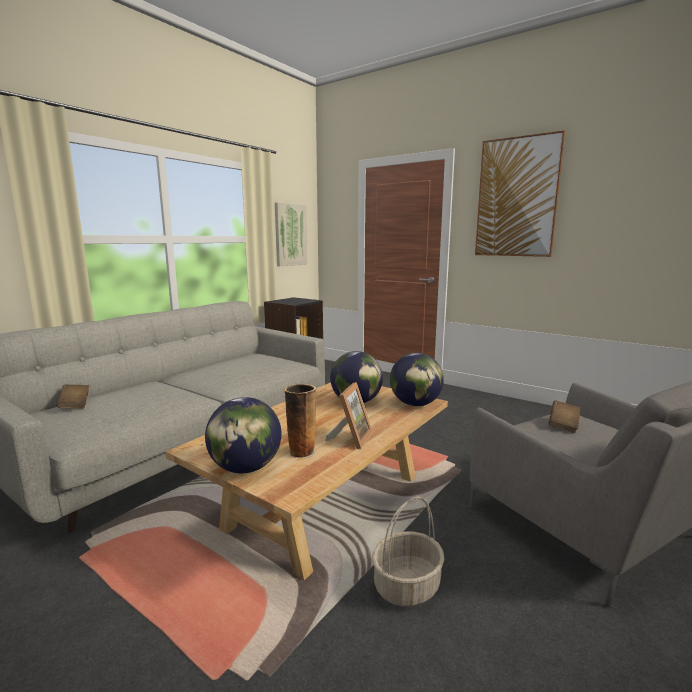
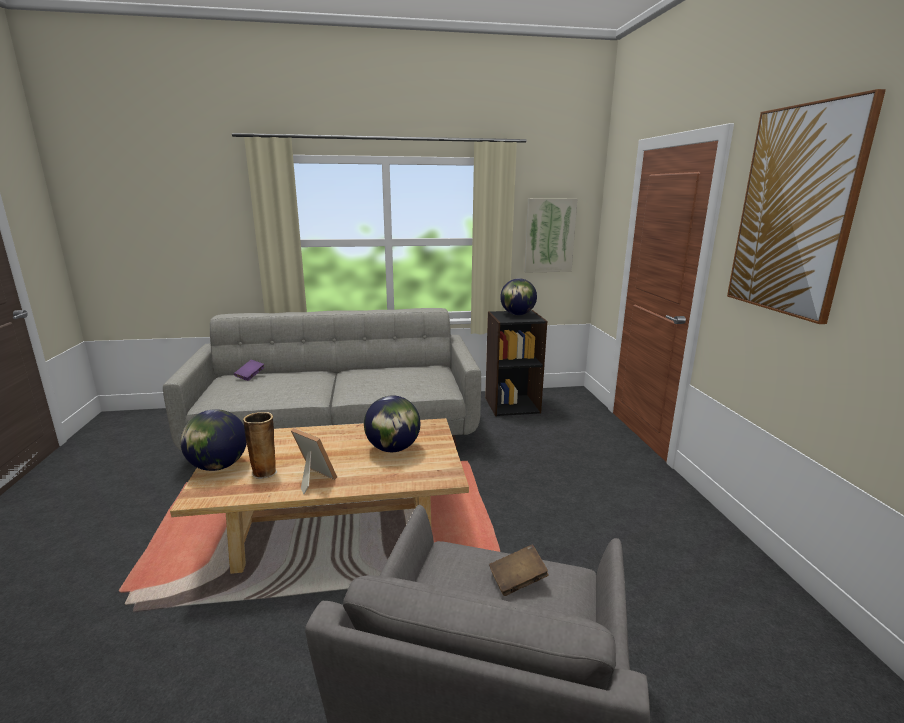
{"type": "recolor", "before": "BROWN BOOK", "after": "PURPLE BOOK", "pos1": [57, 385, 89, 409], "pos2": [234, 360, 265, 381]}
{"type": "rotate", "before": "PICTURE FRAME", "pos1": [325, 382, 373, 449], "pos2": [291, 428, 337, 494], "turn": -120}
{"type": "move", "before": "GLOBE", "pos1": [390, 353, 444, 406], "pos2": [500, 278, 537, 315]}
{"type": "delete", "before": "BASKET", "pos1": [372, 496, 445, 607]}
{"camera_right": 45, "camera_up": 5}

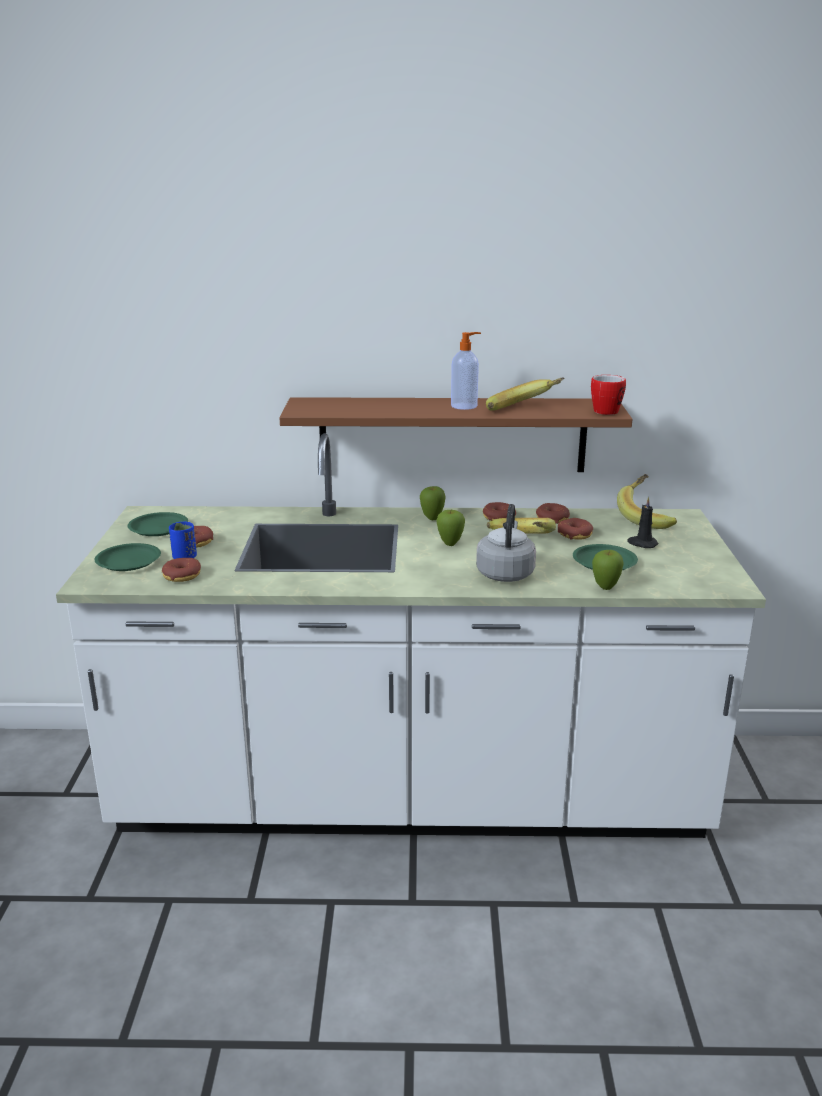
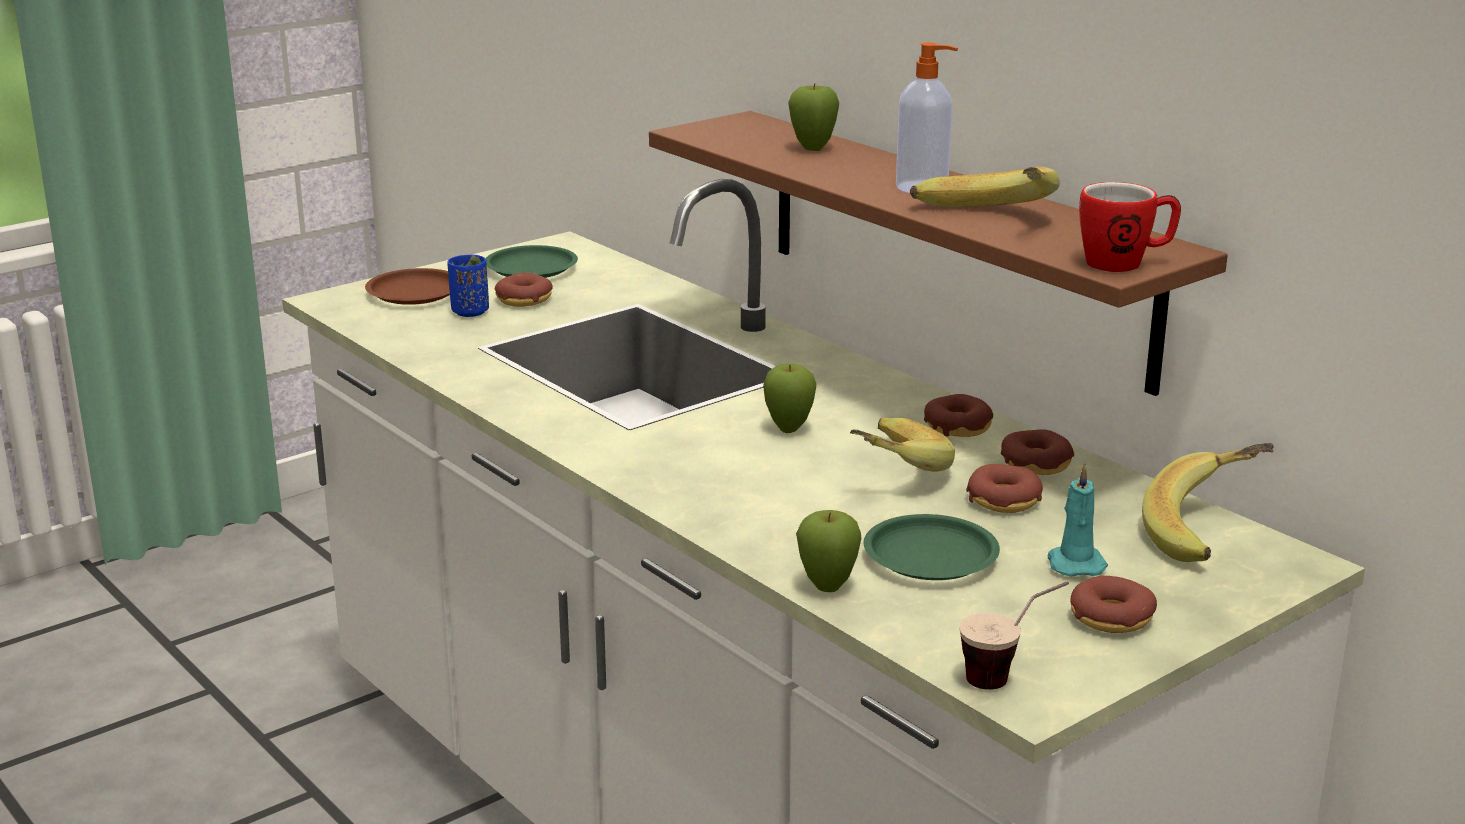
{"type": "recolor", "before": "GREEN PLATE", "after": "BROWN PLATE", "pos1": [95, 543, 161, 571], "pos2": [365, 268, 450, 305]}
{"type": "move", "before": "APPLE", "pos1": [420, 486, 446, 520], "pos2": [788, 84, 839, 151]}
{"type": "insert", "after": "CUP", "pos2": [959, 581, 1069, 690]}
{"type": "recolor", "before": "BLACK CANDLE", "after": "TURQUOISE CANDLE", "pos1": [627, 496, 659, 548], "pos2": [1048, 463, 1108, 576]}
{"type": "move", "before": "DONUT", "pos1": [162, 558, 201, 582], "pos2": [1070, 576, 1157, 633]}
{"type": "delete", "before": "GREY KETTLE", "pos1": [476, 504, 536, 582]}
{"camera_right": 50, "camera_up": 0}

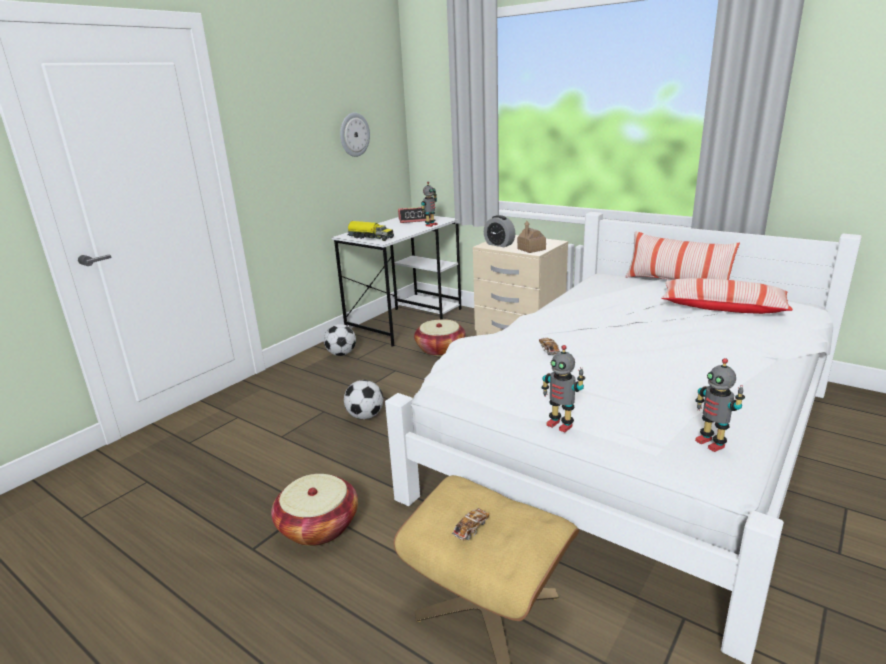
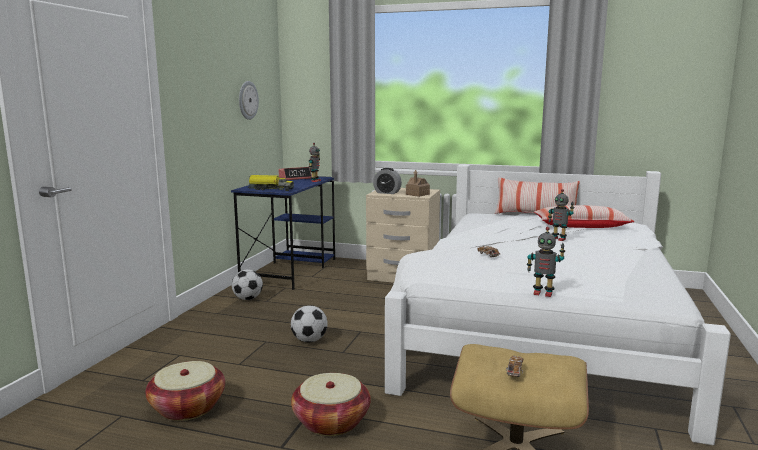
{"type": "move", "before": "BASKET", "pos1": [414, 319, 466, 356], "pos2": [146, 361, 225, 421]}
{"type": "recolor", "before": "WHITE DESK", "after": "BLUE DESK", "pos1": [331, 216, 461, 347], "pos2": [231, 176, 335, 290]}
{"type": "move", "before": "TOY ROBOT", "pos1": [695, 358, 745, 452], "pos2": [548, 189, 575, 241]}
{"camera_right": -20, "camera_up": -10}

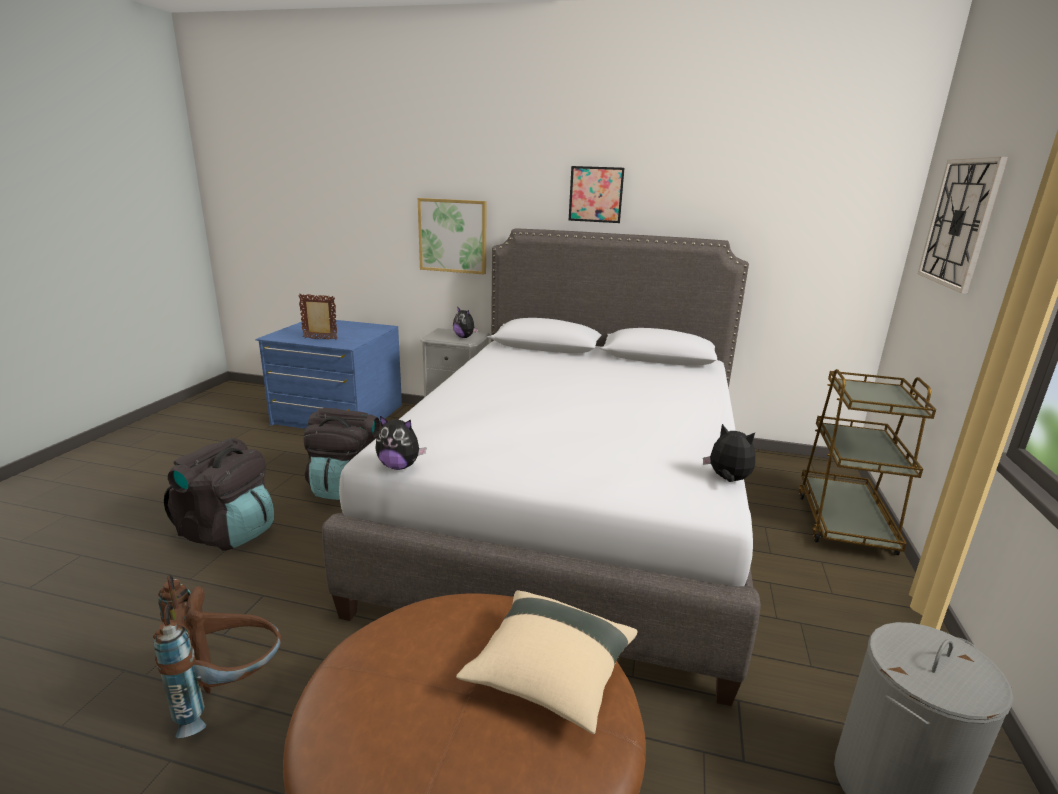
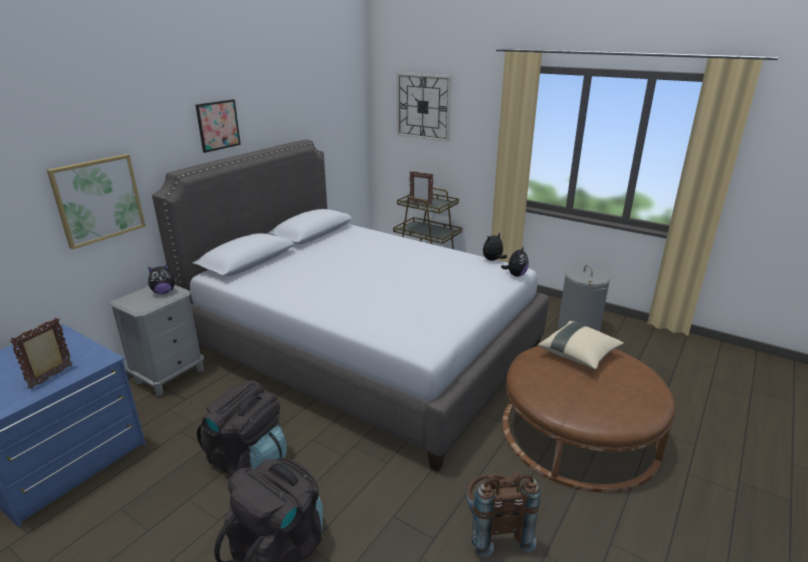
{"type": "insert", "after": "PICTURE FRAME", "pos2": [409, 171, 434, 205]}
{"type": "move", "before": "PLUSH TOY", "pos1": [375, 416, 427, 470], "pos2": [501, 246, 529, 277]}
{"camera_right": -70, "camera_up": 5}

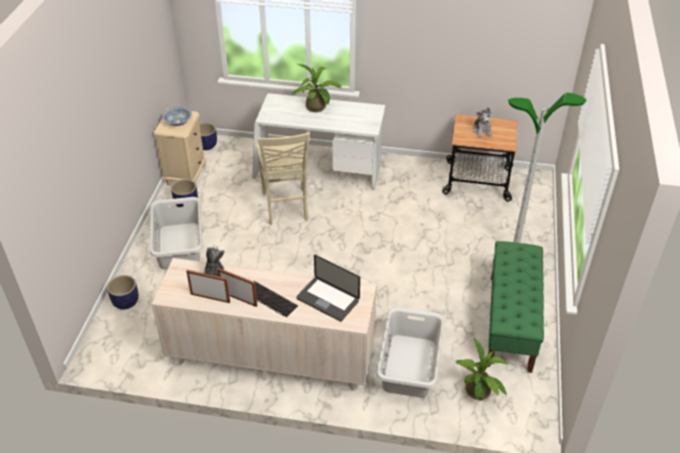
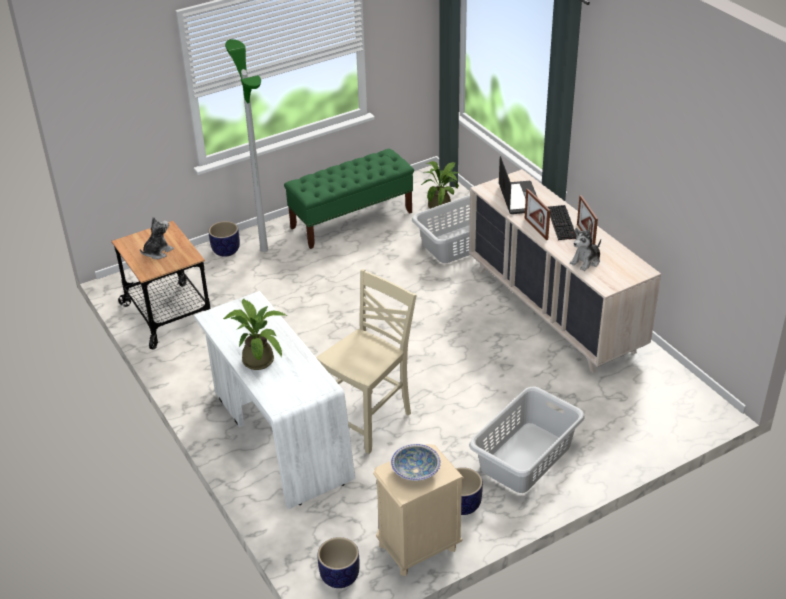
{"type": "move", "before": "PLANTER", "pos1": [107, 275, 139, 309], "pos2": [208, 221, 240, 257]}
{"type": "move", "before": "PICTURE FRAME", "pos1": [186, 270, 230, 303], "pos2": [525, 189, 550, 240]}
{"camera_right": -130, "camera_up": -5}

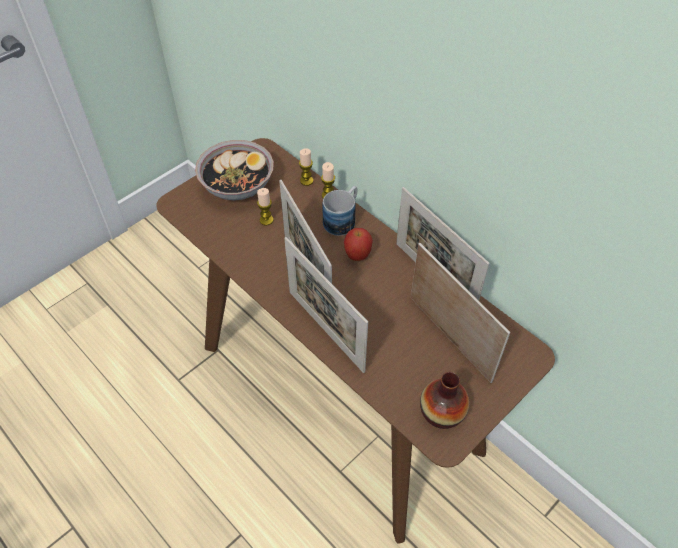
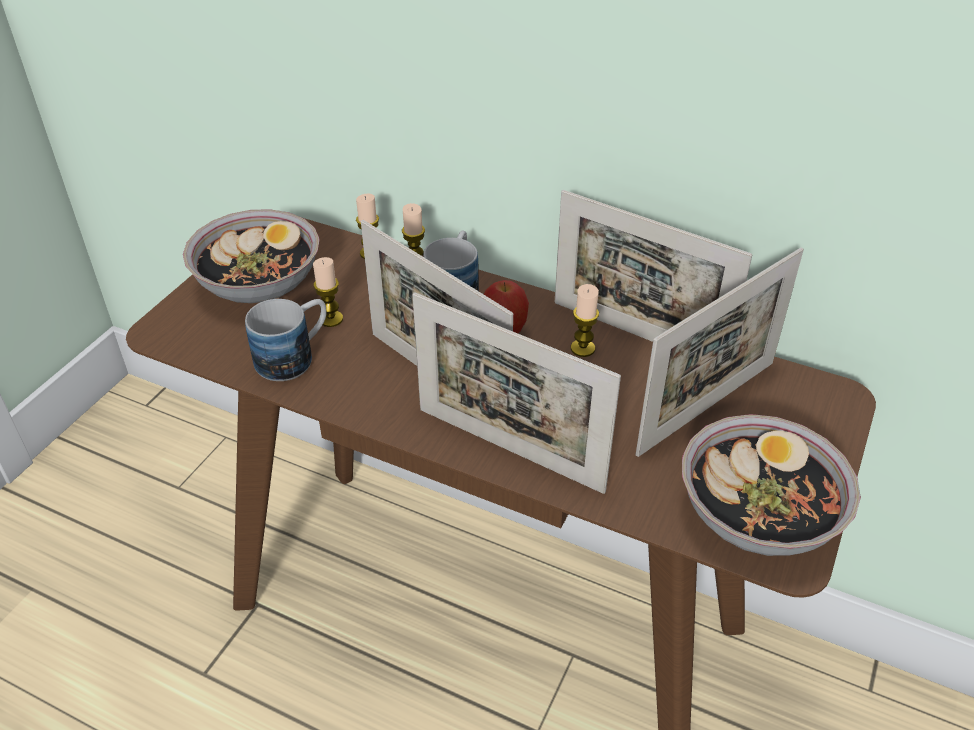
{"type": "insert", "after": "MUG", "pos2": [245, 299, 327, 381]}
{"type": "insert", "after": "CANDLE", "pos2": [571, 284, 599, 357]}
{"type": "rotate", "before": "PICTURE FRAME", "pos1": [411, 243, 510, 383], "pos2": [636, 248, 804, 457], "turn": 105}
{"type": "replace", "before": "VASE", "after": "BOWL", "pos1": [420, 372, 469, 429], "pos2": [682, 414, 861, 556]}
{"camera_right": -20, "camera_up": -10}

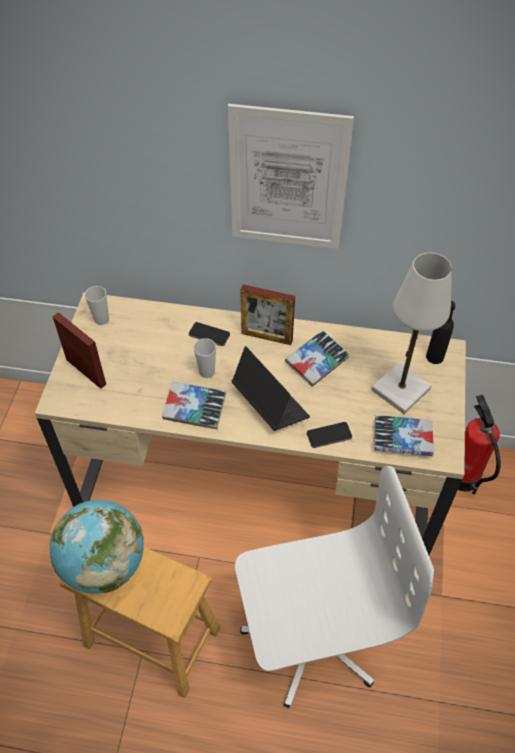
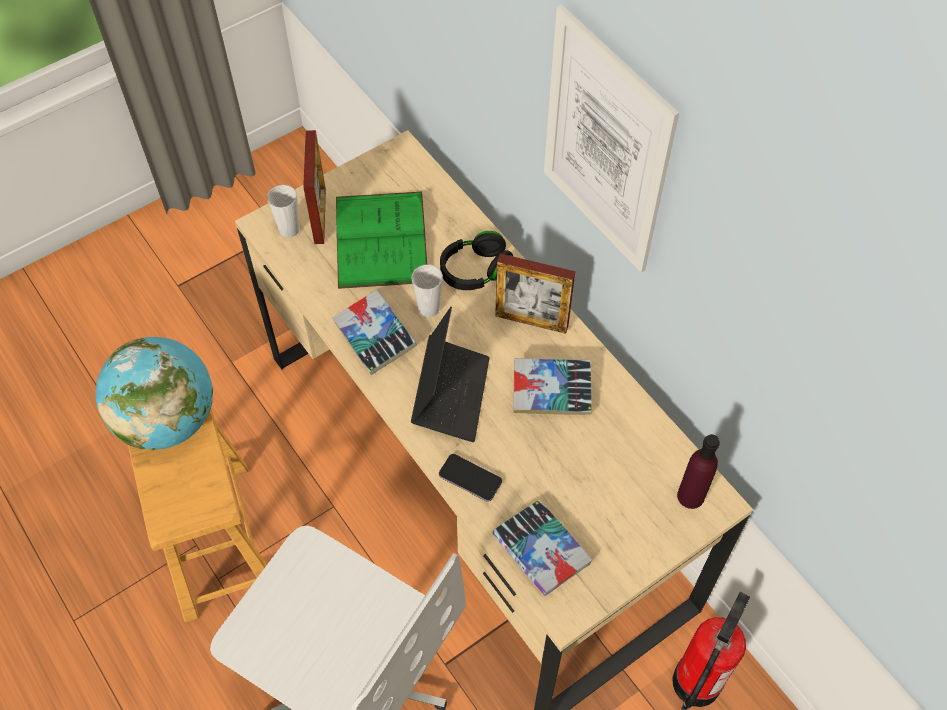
{"type": "move", "before": "CUP", "pos1": [85, 286, 109, 325], "pos2": [267, 185, 300, 238]}
{"type": "insert", "after": "GREEN BOOK", "pos2": [336, 192, 427, 289]}
{"type": "replace", "before": "PHONE", "after": "BLACK HEADPHONES", "pos1": [189, 322, 230, 346], "pos2": [440, 231, 513, 290]}
{"type": "rotate", "before": "PICTURE FRAME", "pos1": [241, 285, 295, 345], "pos2": [495, 254, 576, 334], "turn": -45}
{"type": "recolor", "before": "BLACK BOTTLE", "after": "PURPLE BOTTLE", "pos1": [426, 301, 456, 364], "pos2": [677, 434, 720, 509]}
{"type": "delete", "before": "WHITE TABLE LAMP", "pos1": [371, 253, 452, 414]}
{"camera_right": 45, "camera_up": 5}

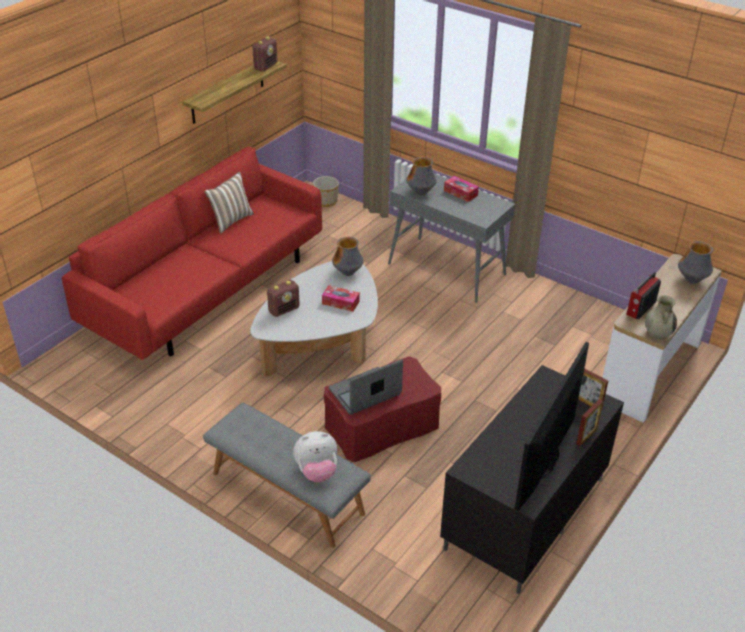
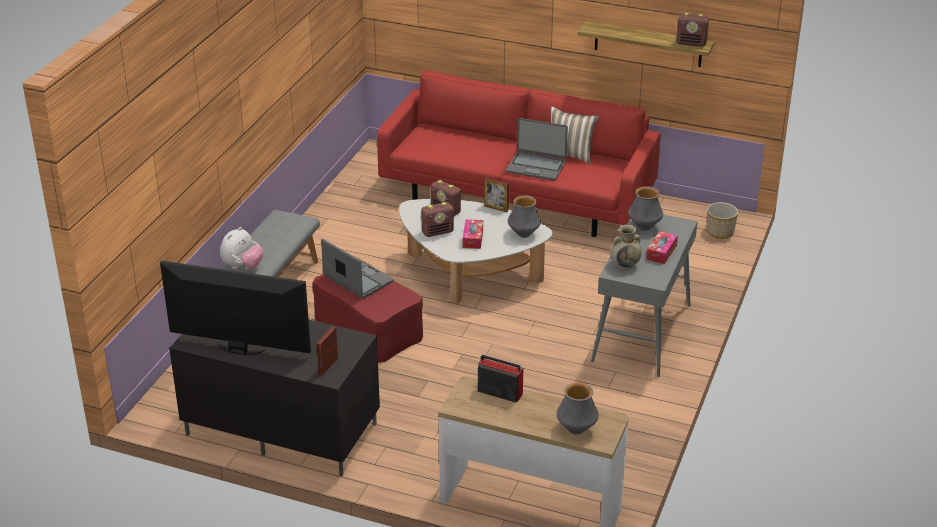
{"type": "rotate", "before": "PLUSH TOY", "pos1": [293, 431, 337, 483], "pos2": [220, 227, 264, 269], "turn": -120}
{"type": "insert", "after": "RADIO", "pos2": [421, 202, 454, 237]}
{"type": "move", "before": "PICTURE FRAME", "pos1": [576, 399, 603, 446], "pos2": [484, 178, 509, 212]}
{"type": "insert", "after": "LAPTOP", "pos2": [506, 118, 568, 181]}
{"type": "move", "before": "BEIGE VASE", "pos1": [645, 296, 677, 340], "pos2": [610, 225, 642, 270]}
{"camera_right": 75, "camera_up": -5}

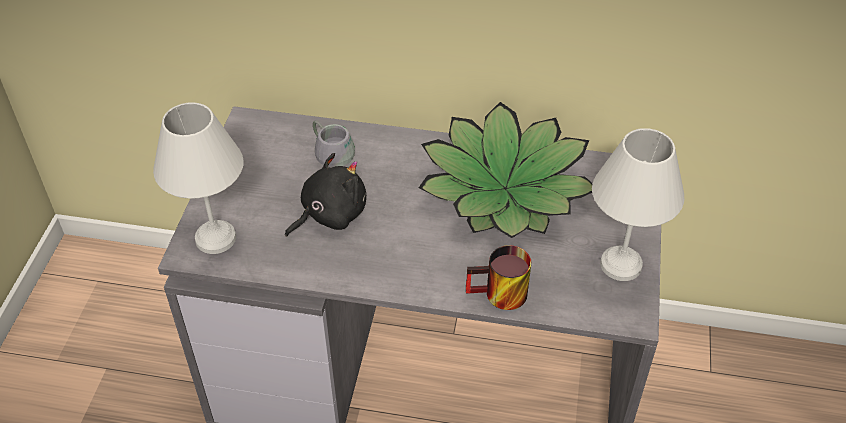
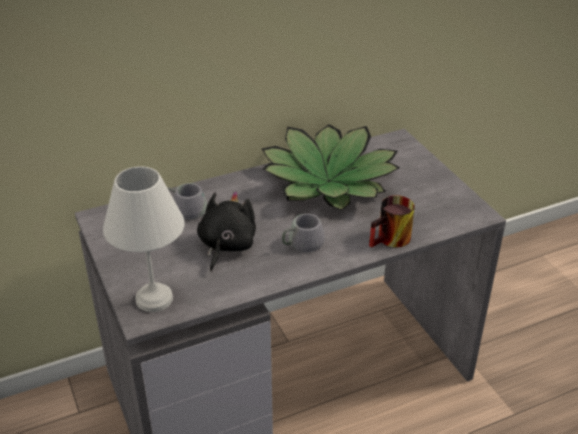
{"type": "insert", "after": "GREY MUG", "pos2": [279, 214, 325, 252]}
{"type": "delete", "before": "WHITE TABLE LAMP", "pos1": [592, 128, 684, 281]}
{"camera_right": -35, "camera_up": -10}

